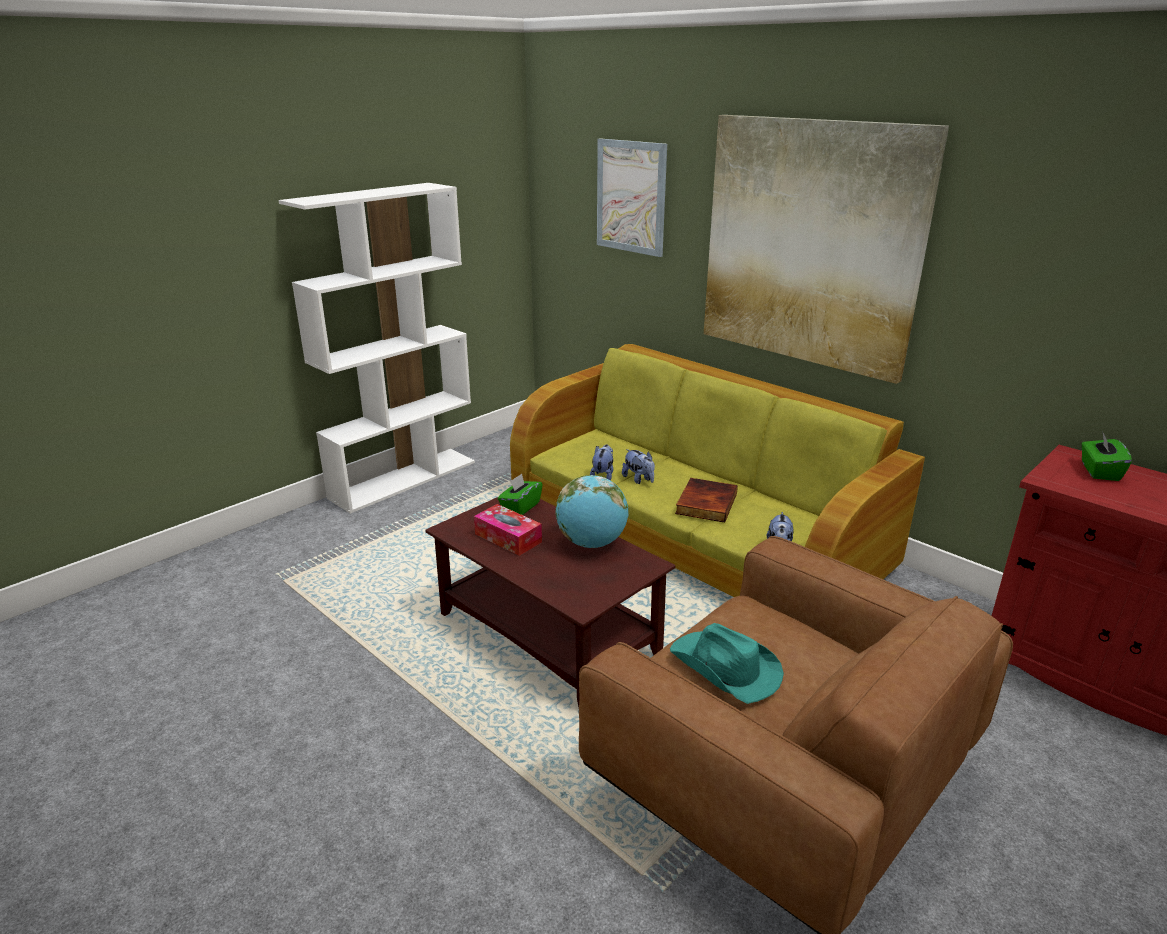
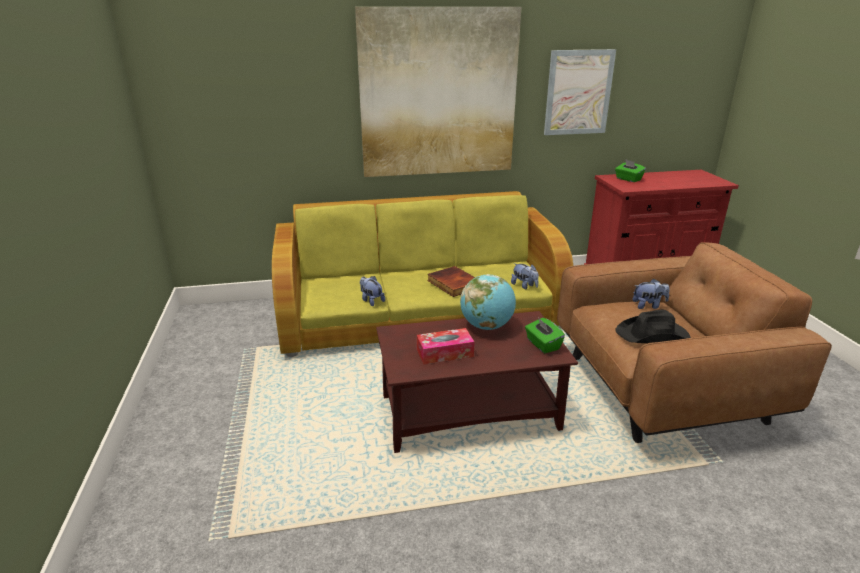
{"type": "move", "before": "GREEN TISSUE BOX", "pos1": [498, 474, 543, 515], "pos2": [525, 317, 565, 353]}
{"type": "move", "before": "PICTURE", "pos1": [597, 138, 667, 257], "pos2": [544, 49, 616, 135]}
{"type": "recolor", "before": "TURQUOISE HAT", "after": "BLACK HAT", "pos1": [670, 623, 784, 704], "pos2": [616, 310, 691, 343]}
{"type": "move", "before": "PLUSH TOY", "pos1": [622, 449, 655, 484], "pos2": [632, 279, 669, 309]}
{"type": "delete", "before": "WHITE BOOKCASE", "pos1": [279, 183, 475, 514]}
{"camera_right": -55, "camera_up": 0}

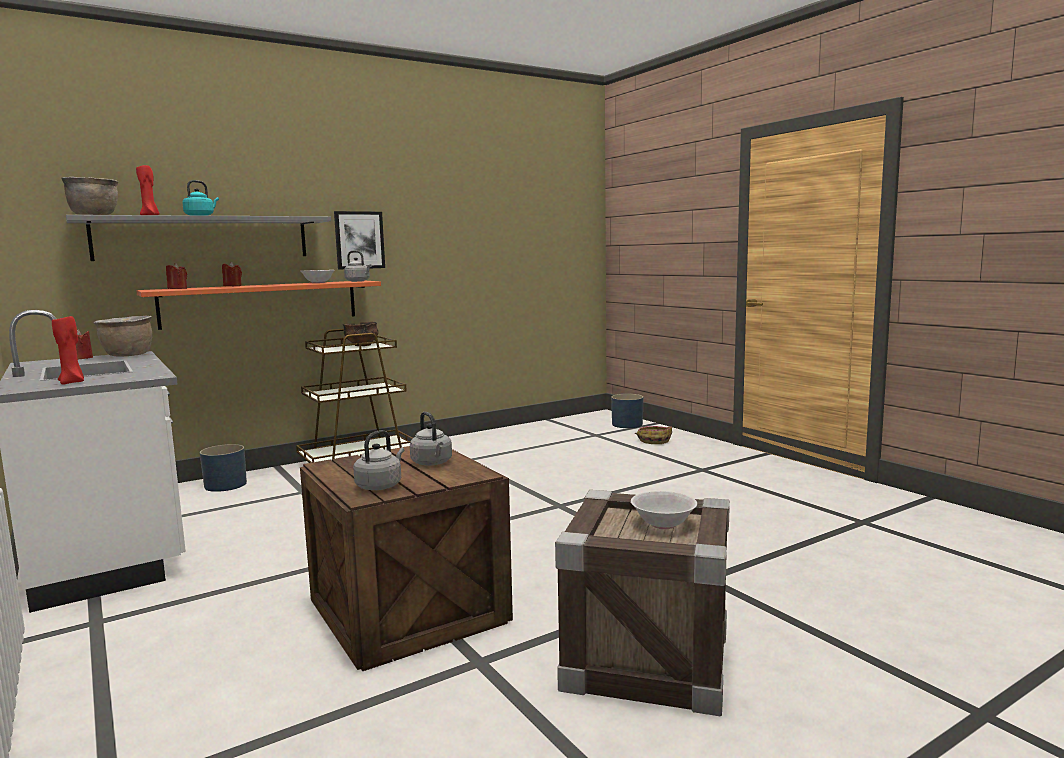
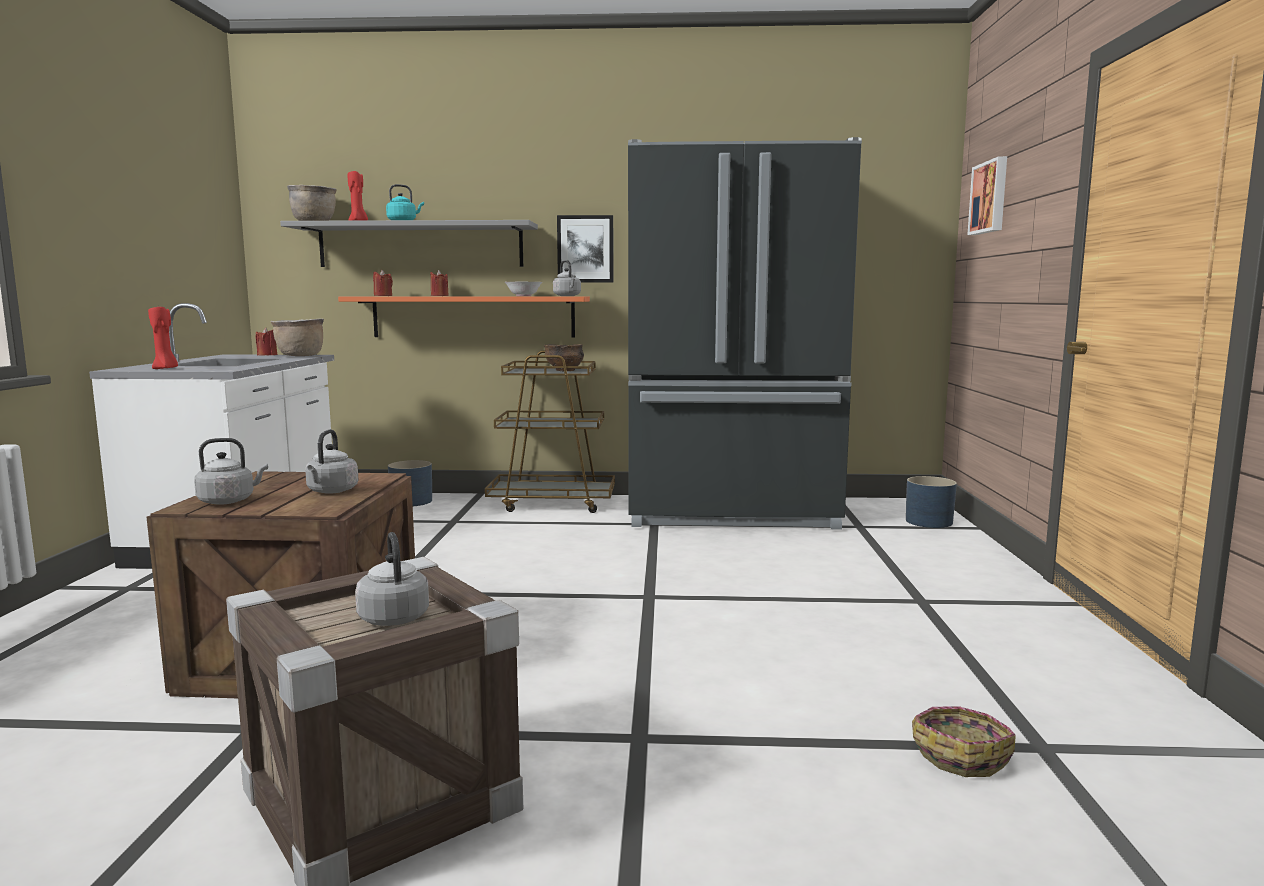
{"type": "replace", "before": "WHITE BOWL", "after": "GREY KETTLE", "pos1": [631, 491, 697, 529], "pos2": [355, 532, 429, 626]}
{"type": "insert", "after": "BLACK FRIDGE", "pos2": [628, 137, 862, 530]}
{"type": "move", "before": "BASKET", "pos1": [634, 426, 672, 444], "pos2": [912, 706, 1016, 777]}
{"type": "insert", "after": "PICTURE", "pos2": [967, 156, 1007, 235]}
{"camera_right": 35, "camera_up": 0}

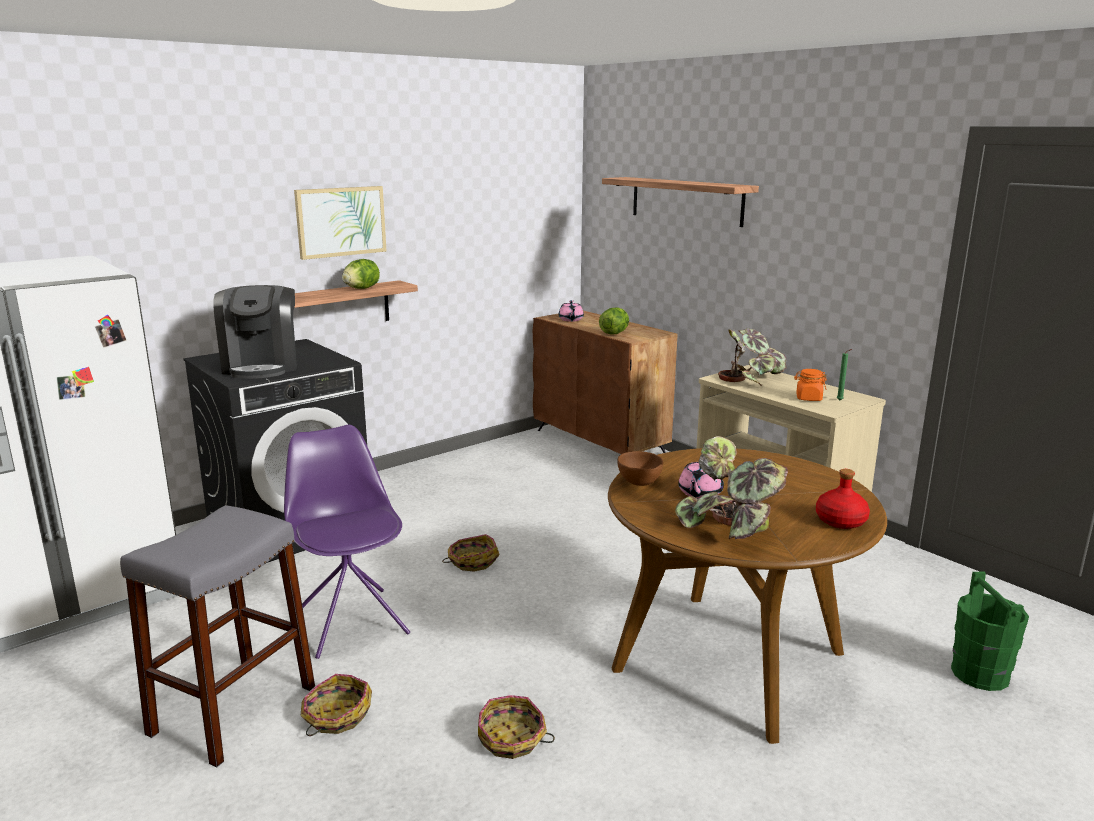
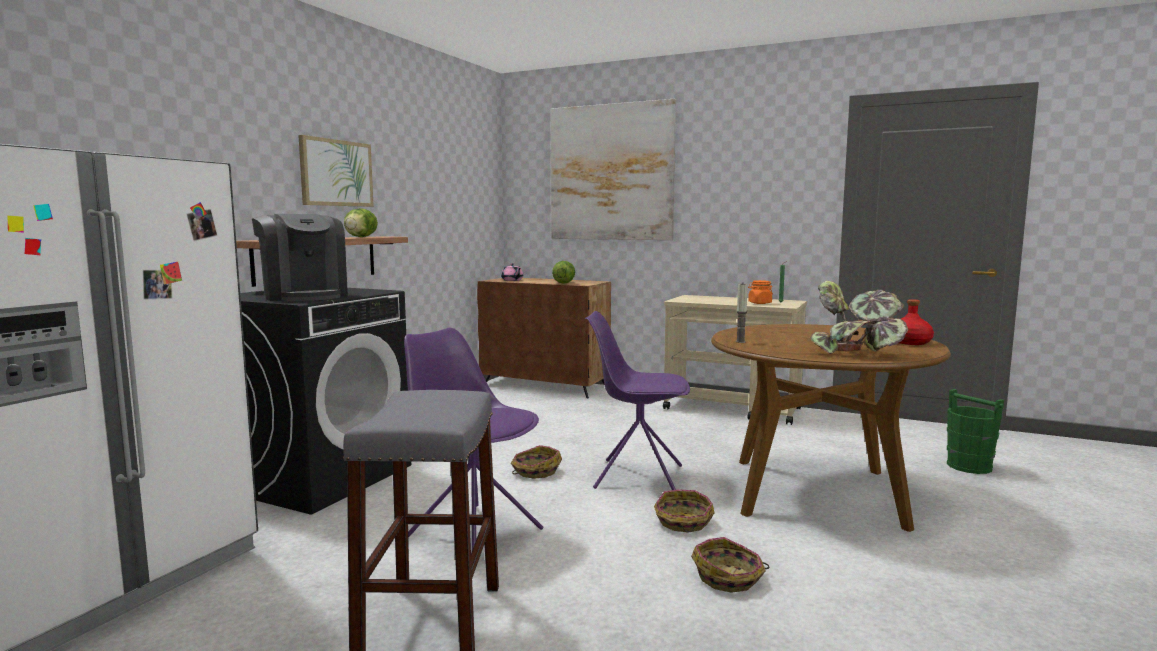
{"type": "replace", "before": "SHELF", "after": "PICTURE", "pos1": [602, 177, 759, 227], "pos2": [551, 99, 676, 240]}
{"type": "insert", "after": "PURPLE CHAIR", "pos2": [585, 311, 690, 490]}
{"type": "move", "before": "BASKET", "pos1": [300, 674, 372, 736], "pos2": [654, 489, 714, 532]}
{"type": "replace", "before": "BROWN BOWL", "after": "CANDLE", "pos1": [617, 451, 663, 486], "pos2": [736, 284, 748, 343]}
{"type": "delete", "before": "PINK TEAPOT", "pos1": [678, 461, 724, 499]}
{"type": "delete", "before": "POTTED PLANT", "pos1": [718, 328, 786, 386]}
{"camera_right": -25, "camera_up": -10}

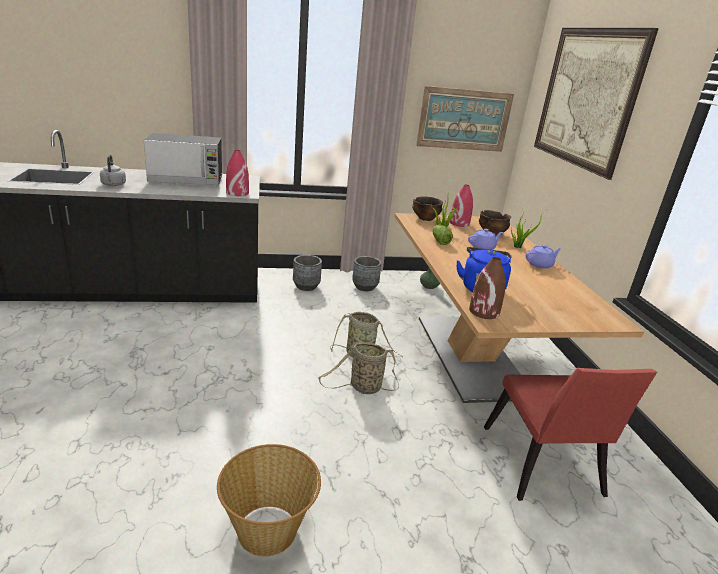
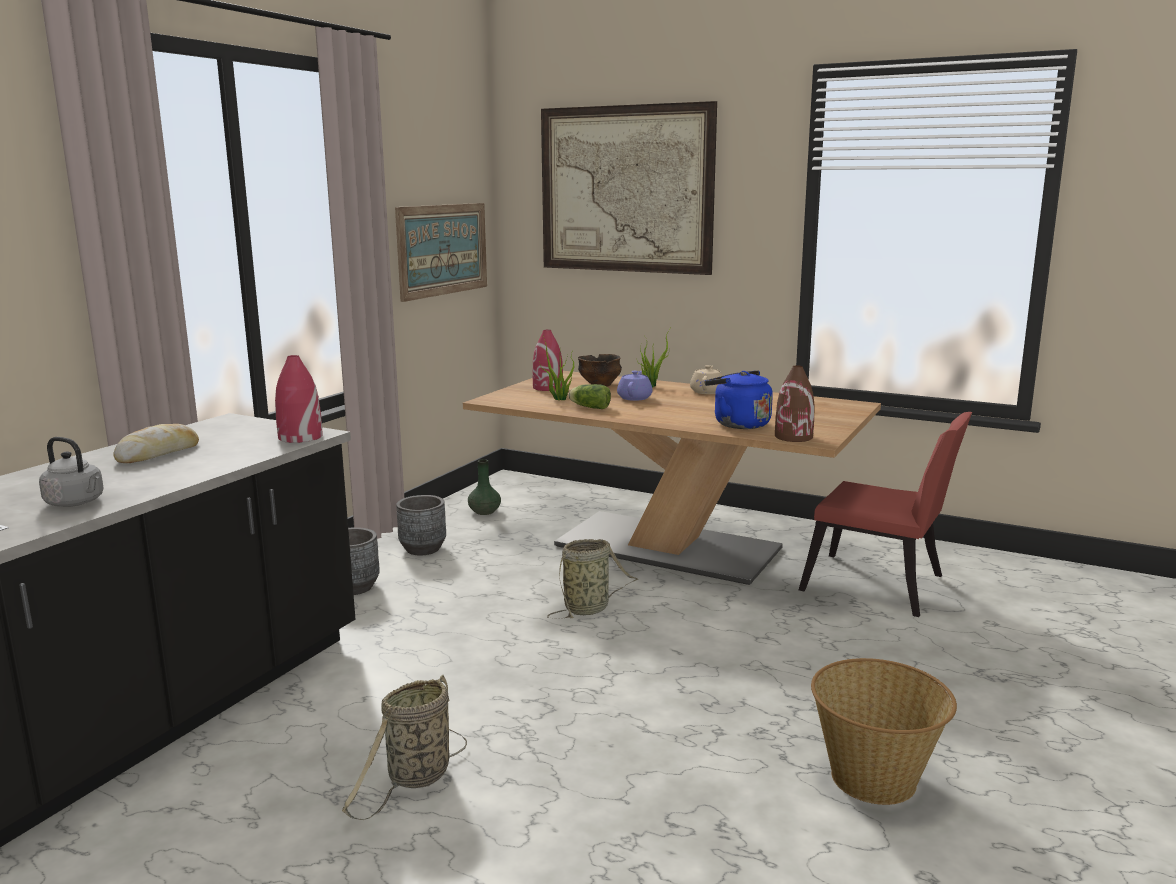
{"type": "replace", "before": "MICROWAVE", "after": "BREAD", "pos1": [144, 133, 222, 185], "pos2": [114, 424, 199, 463]}
{"type": "move", "before": "BASKET", "pos1": [318, 343, 399, 394], "pos2": [342, 675, 467, 820]}
{"type": "recolor", "before": "PURPLE TEAPOT", "after": "BEIGE TEAPOT", "pos1": [526, 245, 562, 269], "pos2": [690, 365, 723, 394]}
{"type": "delete", "before": "BOWL", "pos1": [412, 196, 443, 221]}
{"camera_right": -50, "camera_up": -10}

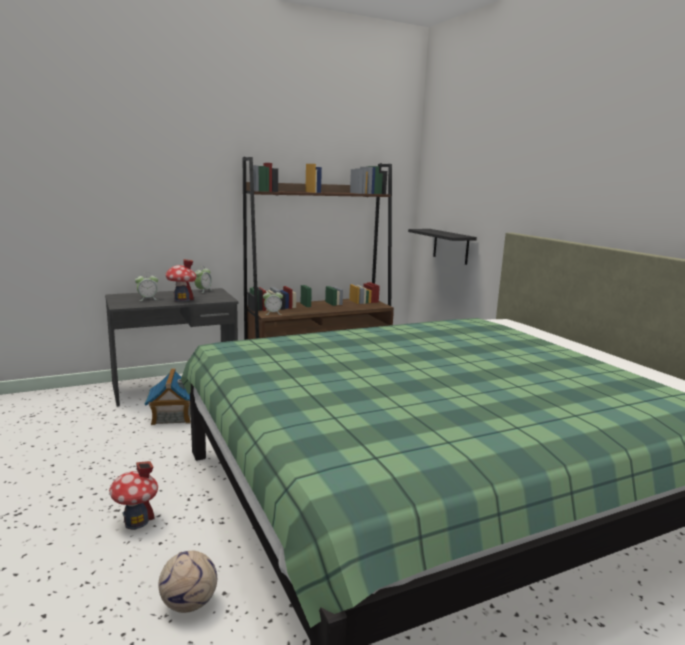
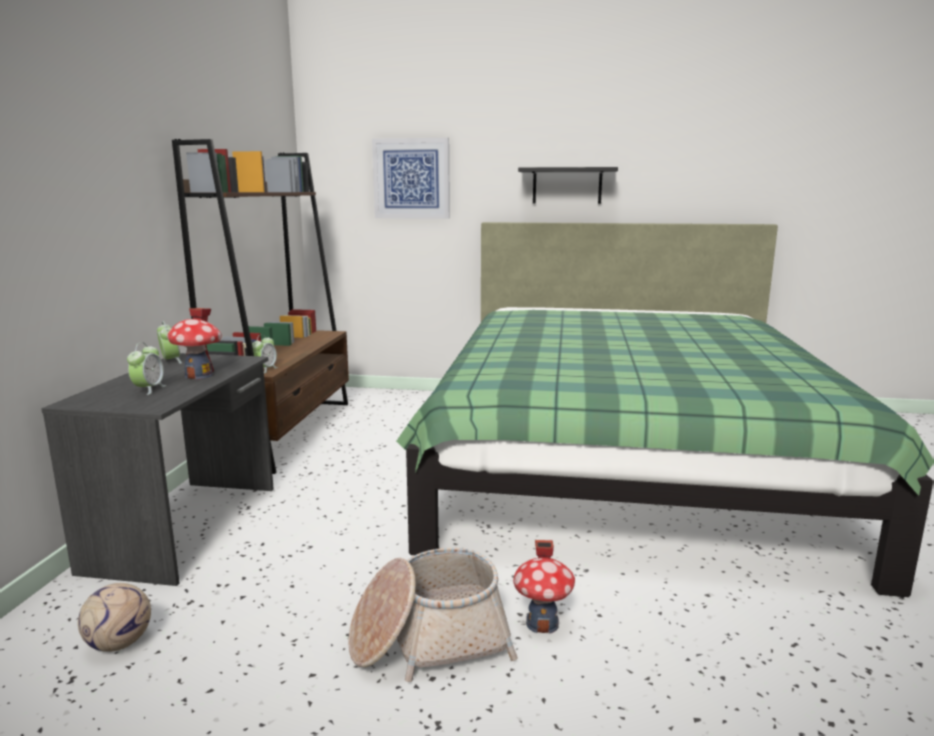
{"type": "move", "before": "FOOTBALL", "pos1": [158, 551, 217, 613], "pos2": [78, 583, 151, 652]}
{"type": "insert", "after": "BASKET", "pos2": [348, 548, 518, 682]}
{"type": "insert", "after": "PICTURE", "pos2": [372, 138, 450, 219]}
{"type": "move", "before": "BLACK SHELF", "pos1": [408, 229, 477, 265], "pos2": [518, 167, 618, 204]}
{"type": "delete", "before": "TOY HOUSE", "pos1": [144, 369, 191, 425]}
{"camera_right": -55, "camera_up": 0}

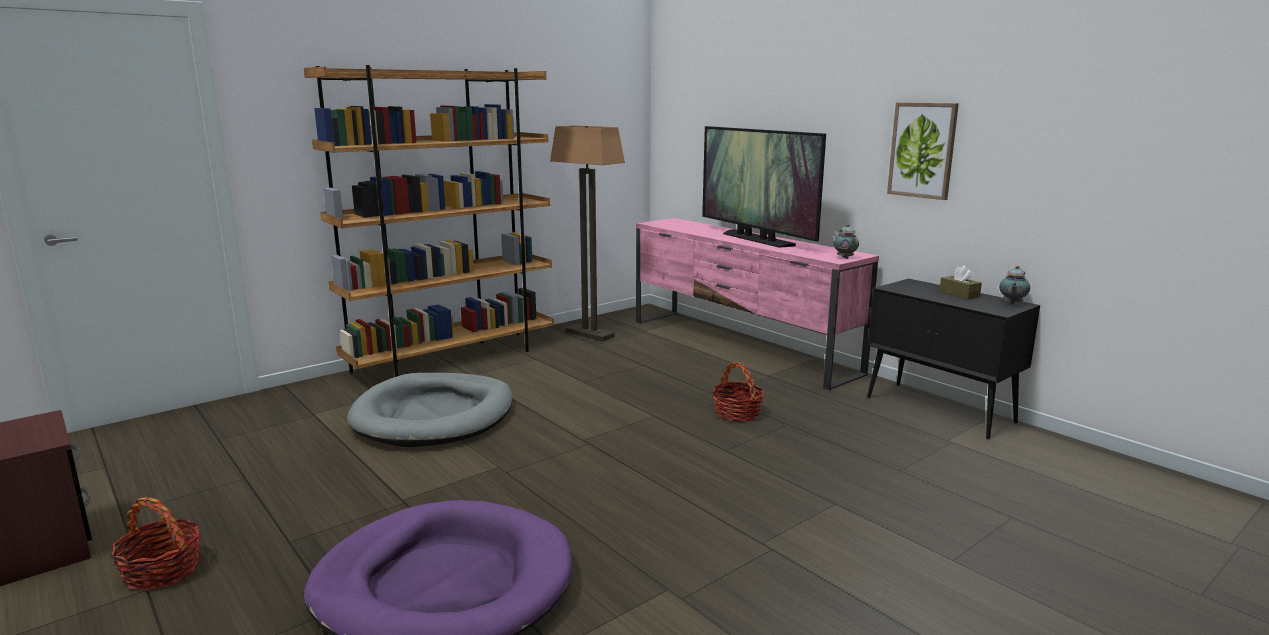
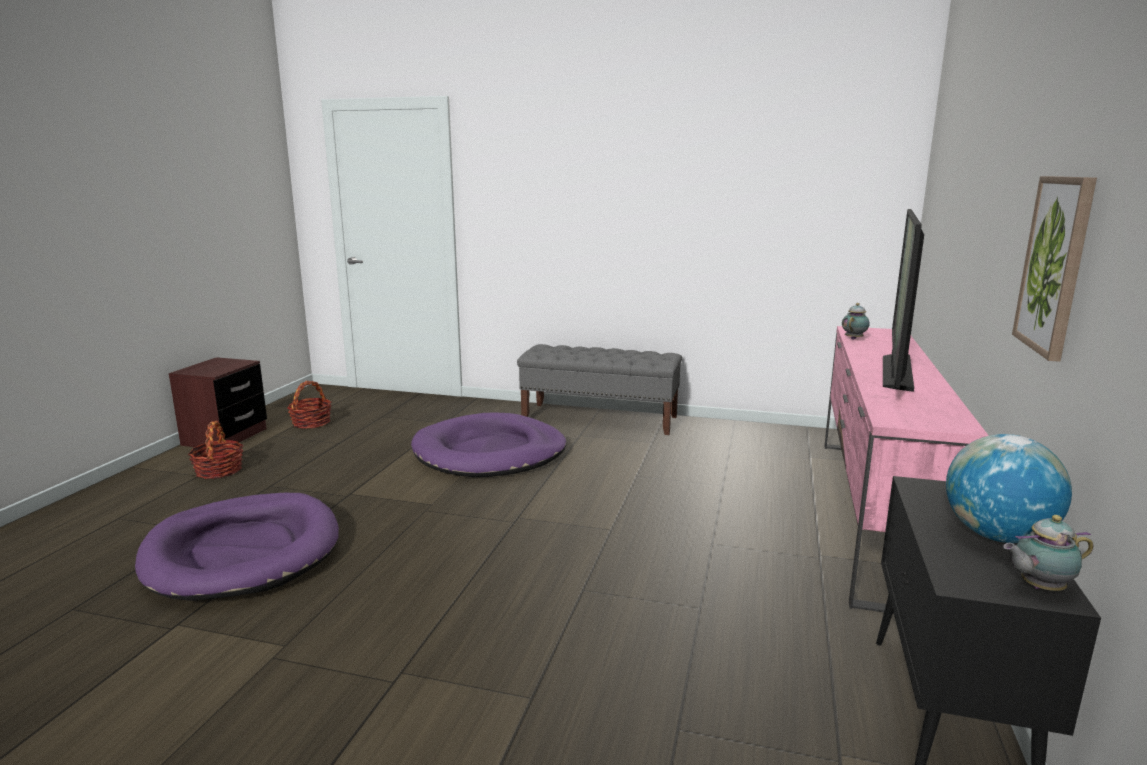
{"type": "move", "before": "BASKET", "pos1": [713, 362, 764, 422], "pos2": [287, 381, 331, 429]}
{"type": "recolor", "before": "GREY DOG BED", "after": "PURPLE DOG BED", "pos1": [347, 373, 513, 447], "pos2": [411, 412, 567, 477]}
{"type": "replace", "before": "BROWN BOOKCASE", "after": "GREY BENCH", "pos1": [304, 65, 554, 377], "pos2": [517, 344, 682, 435]}
{"type": "move", "before": "TEAPOT", "pos1": [834, 224, 859, 259], "pos2": [842, 303, 870, 340]}
{"type": "replace", "before": "BROWN TISSUE BOX", "after": "GLOBE", "pos1": [939, 266, 982, 300], "pos2": [946, 434, 1072, 543]}
{"type": "delete", "before": "FLOOR LAMP", "pos1": [550, 125, 625, 342]}
{"camera_right": 55, "camera_up": 0}

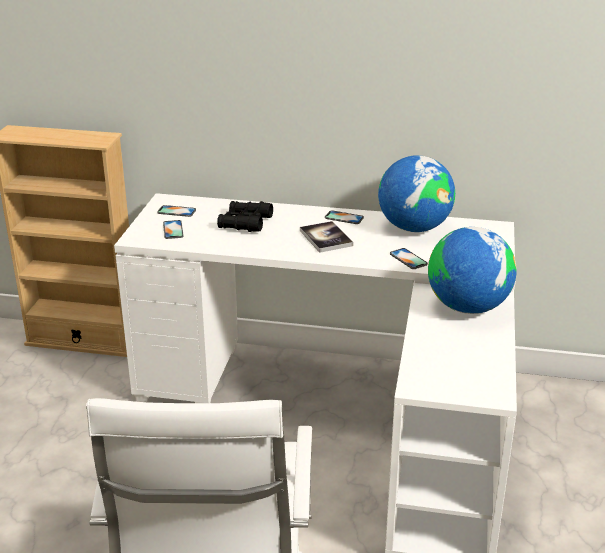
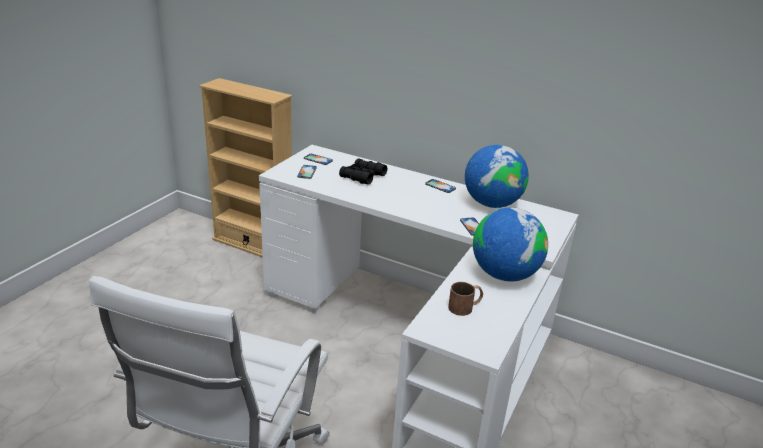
{"type": "insert", "after": "BROWN MUG", "pos2": [448, 282, 483, 316]}
{"type": "delete", "before": "BOOK", "pos1": [300, 221, 353, 253]}
{"camera_right": 15, "camera_up": 0}

